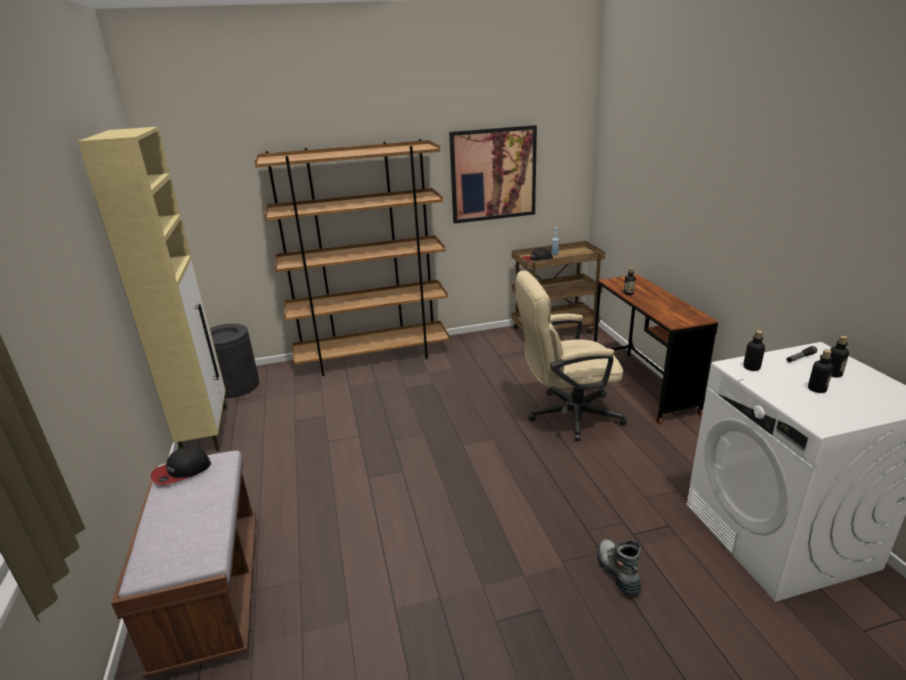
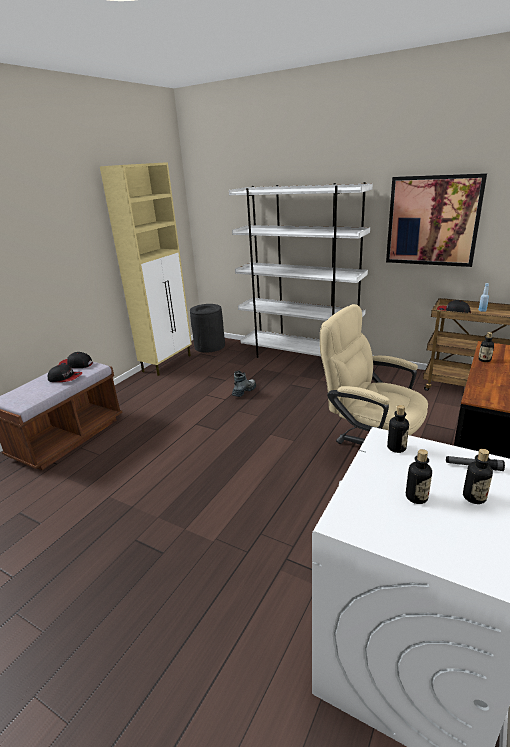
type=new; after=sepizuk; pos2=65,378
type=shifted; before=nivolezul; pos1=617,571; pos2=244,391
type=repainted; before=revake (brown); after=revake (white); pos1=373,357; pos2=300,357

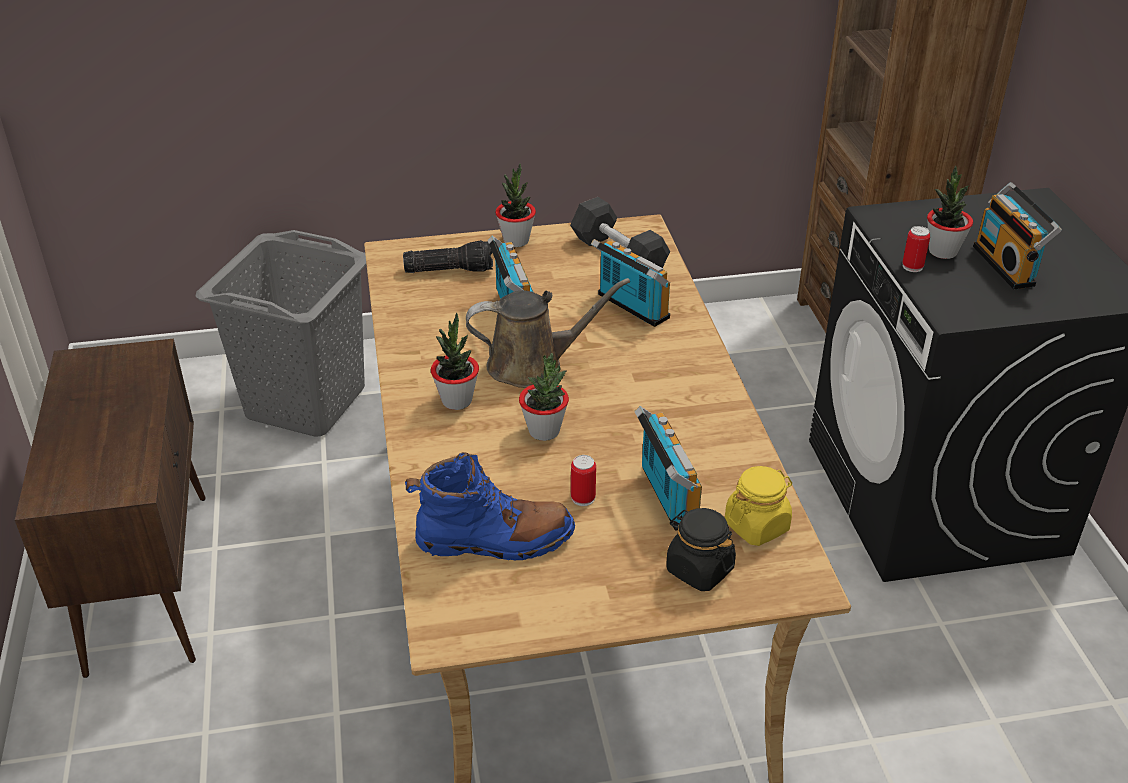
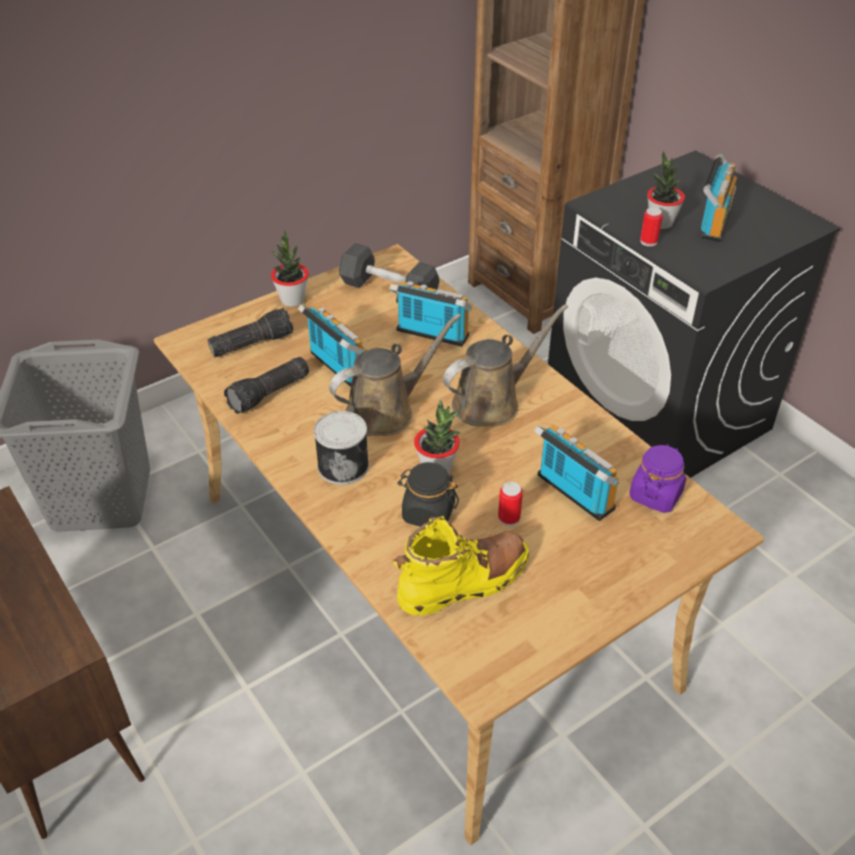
type=new; after=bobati; pos2=270,394
type=new; after=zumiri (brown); pos2=491,402
type=shifted; before=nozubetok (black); pos1=699,569; pos2=428,513
type=swapped; before=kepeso; after=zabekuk; pos1=457,400; pos2=343,465
type=repainted; before=nivolezul (blue); after=nivolezul (yellow); pos1=494,540; pos2=464,582
type=repainted; before=nozubetok (yellow); after=nozubetok (purple); pos1=757,526; pos2=655,495
type=rotated; before=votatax; pos1=1007,265; pos2=713,222; turn=-120

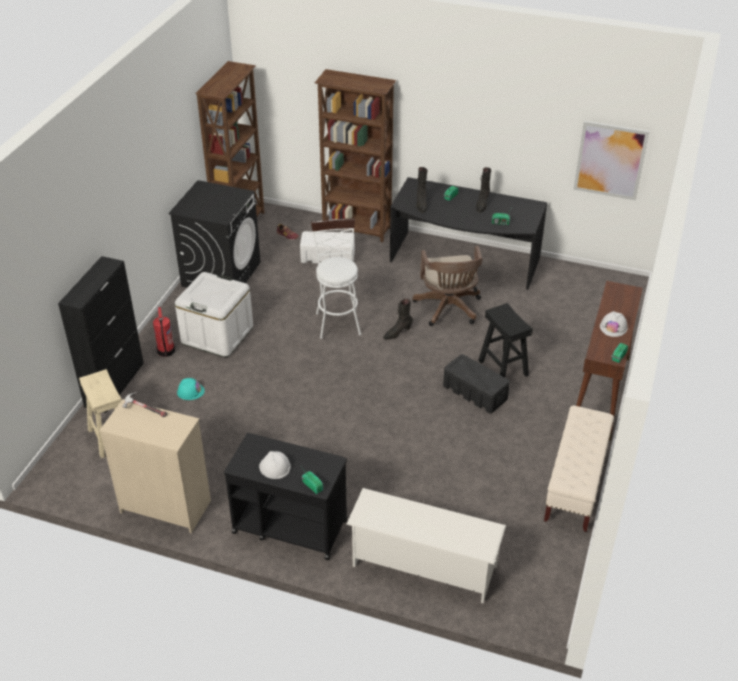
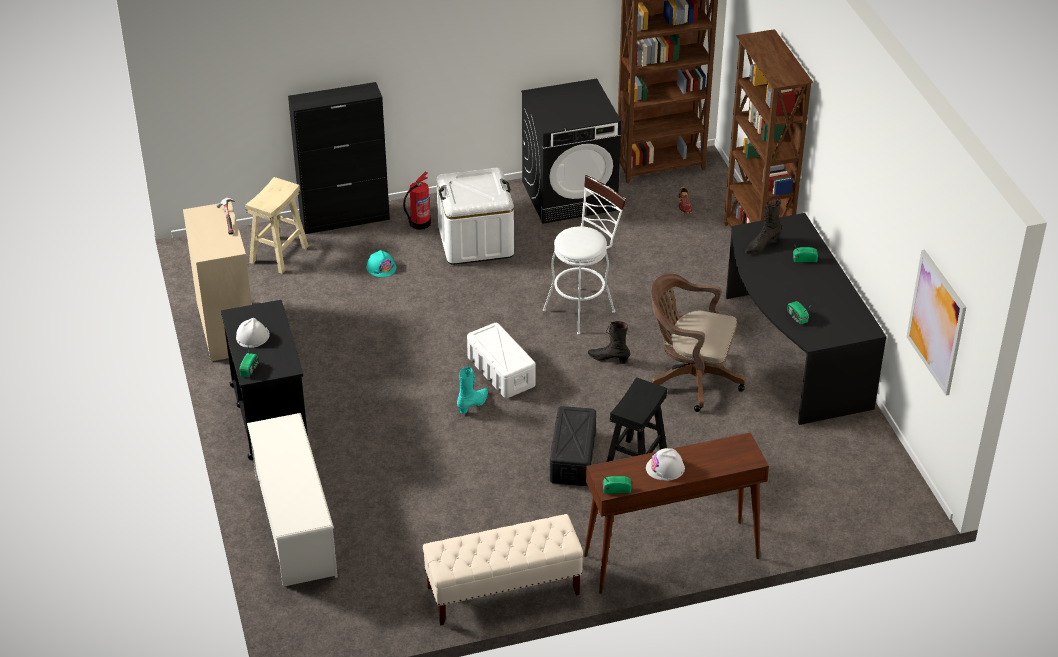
type=gone; before=nivolezul (black); pos1=482,204
type=new; after=nivolezul (turquoise); pos2=473,404
type=shifted; before=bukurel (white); pos1=328,256; pos2=501,372
type=rotated; before=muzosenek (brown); pos1=448,309; pos2=691,378; turn=60

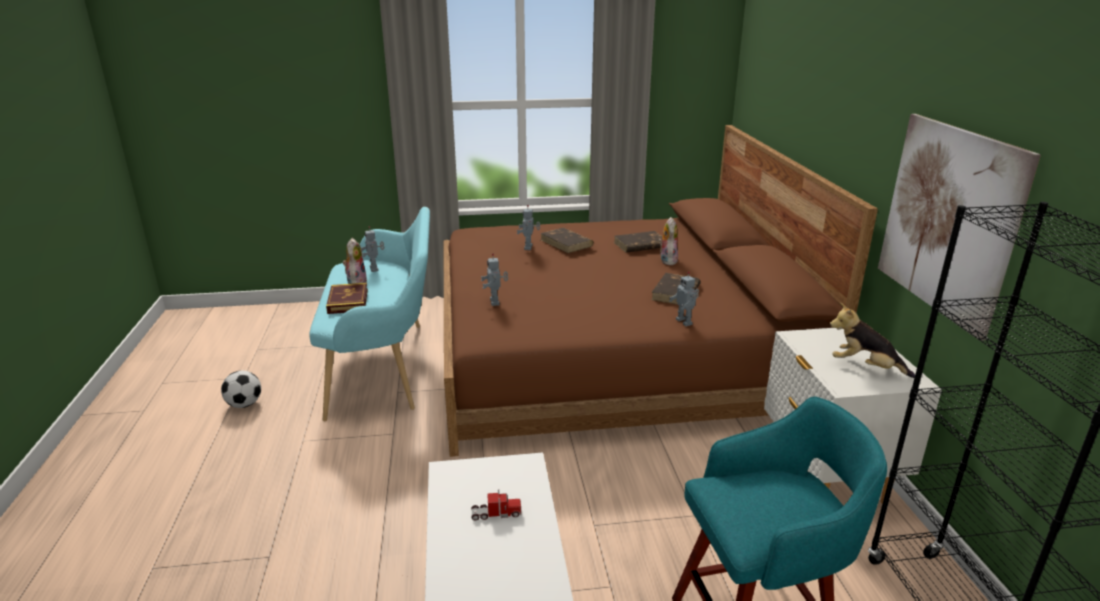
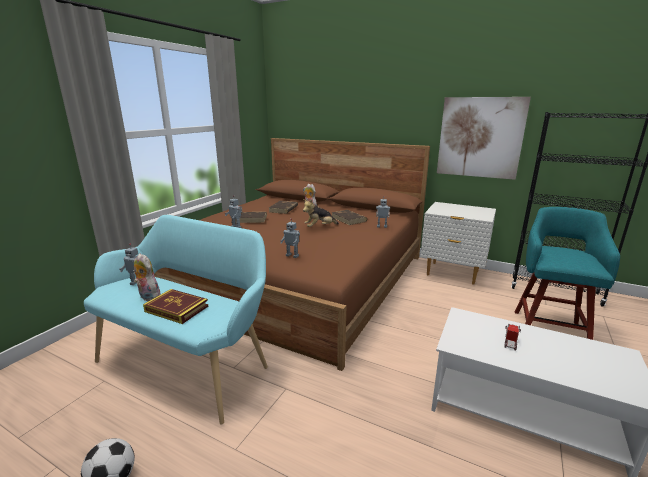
type=shifted; before=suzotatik; pos1=865,367; pos2=319,227

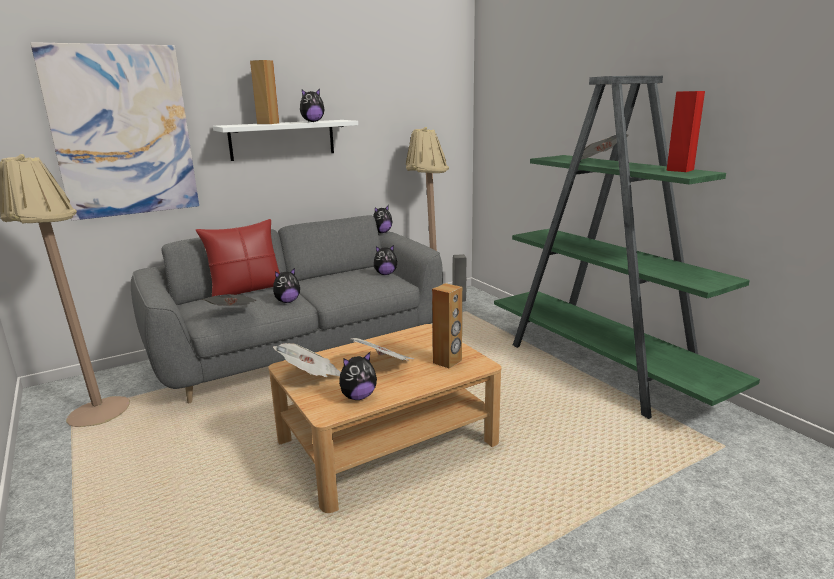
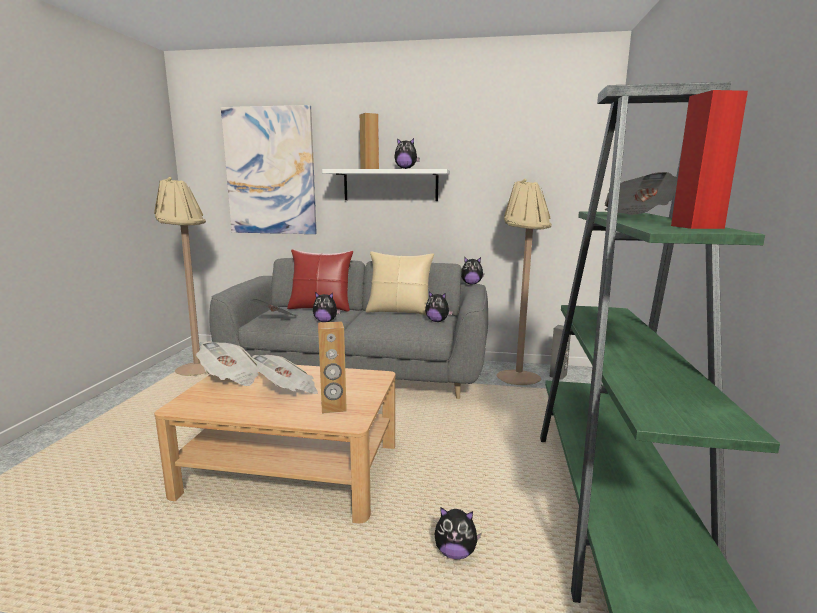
type=new; after=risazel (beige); pos2=399,311
type=shifted; before=suzotatik; pos1=358,397; pos2=455,552

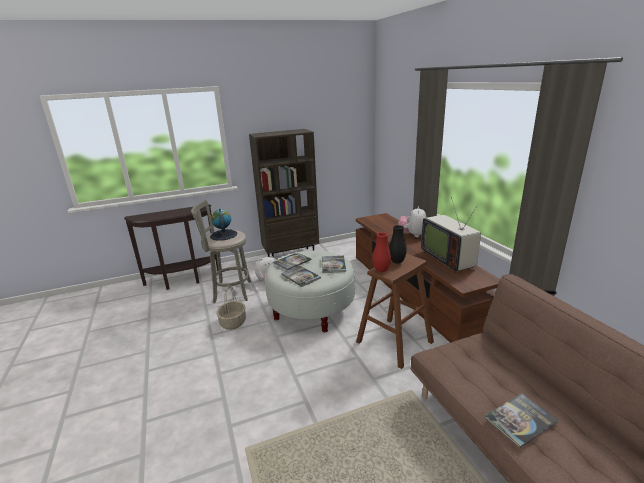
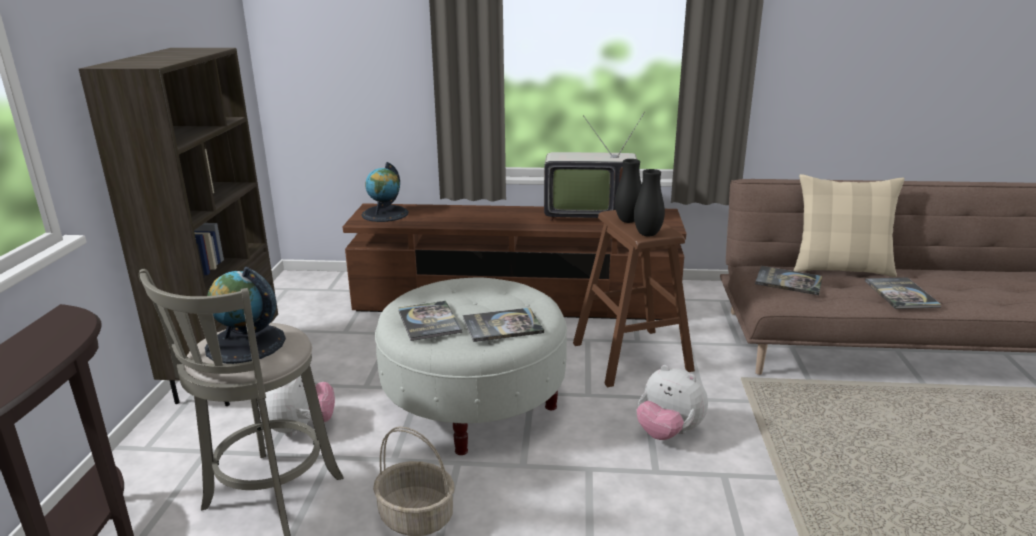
type=new; after=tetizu; pos2=385,214
type=new; after=risazel (beige); pos2=840,269
type=shifted; before=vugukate; pos1=333,264; pos2=788,281
type=shifted; before=suzotatik; pos1=412,235; pos2=668,432
type=repainted; before=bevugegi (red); after=bevugegi (black); pos1=381,270; pos2=647,234

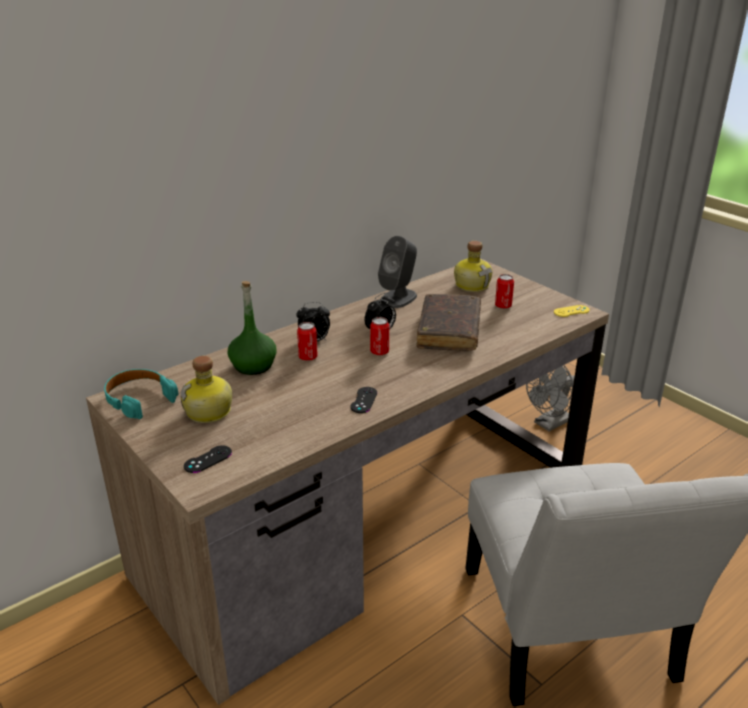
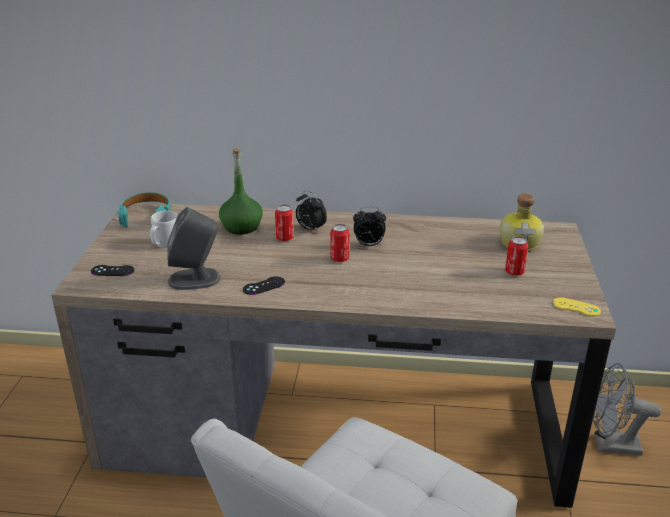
type=gone; before=vugukate (brown); pos1=449,331
type=shifted; before=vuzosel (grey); pos1=398,298; pos2=195,279
type=swapped; before=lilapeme; after=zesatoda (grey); pos1=210,412; pos2=165,243

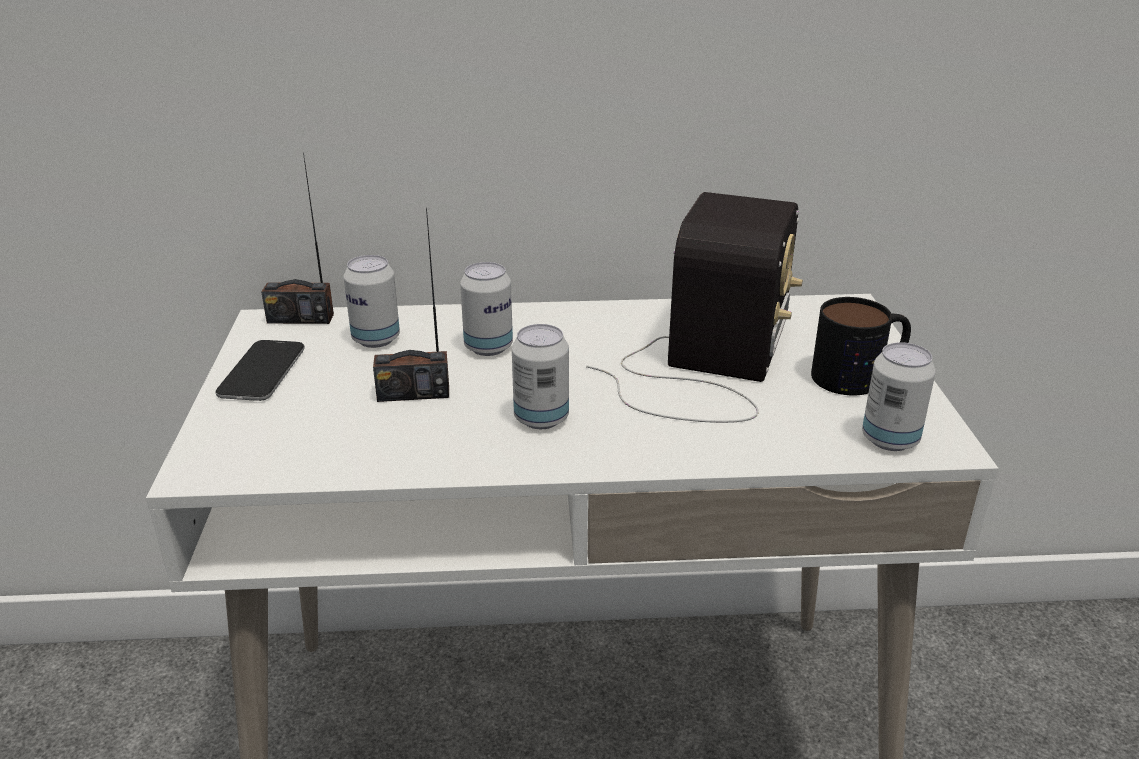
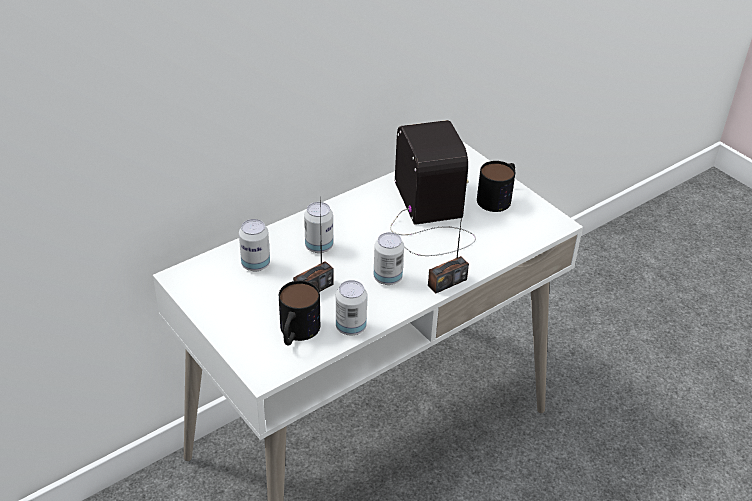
type=gone; before=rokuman; pos1=262,372
type=new; after=zesatoda; pos2=296,333
type=shifted; before=votatax; pos1=300,318; pos2=447,282
type=shifted; before=zabekuk; pos1=890,439; pos2=351,327

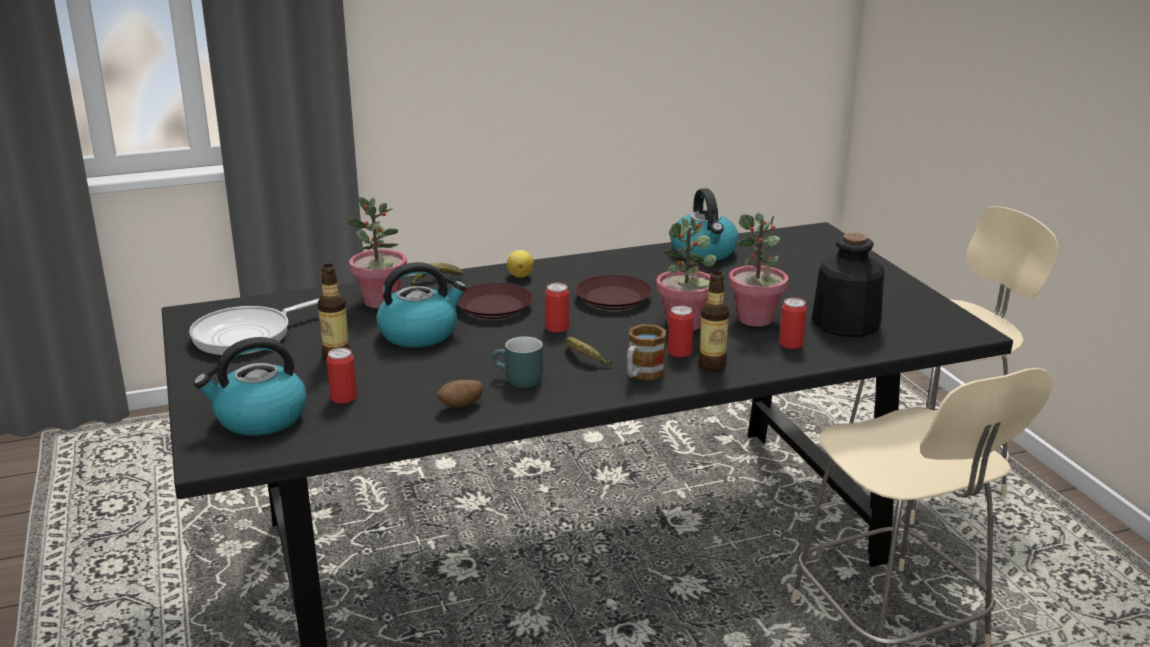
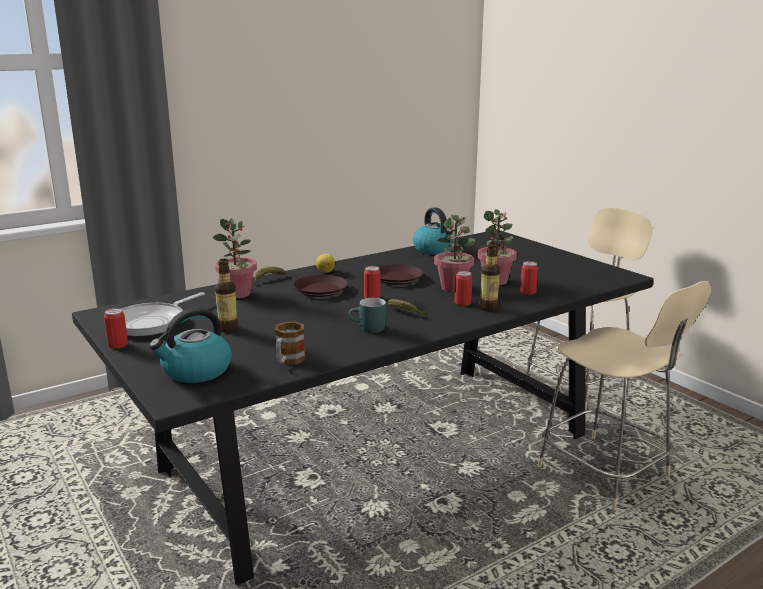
type=gone; before=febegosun; pos1=419,333
type=gone; before=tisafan; pos1=461,406
type=gone; before=lilapeme; pos1=845,323
type=shifted; before=zabekuk; pos1=343,398; pos2=118,345
type=shifted; before=zesatoda; pos1=642,374; pos2=288,361

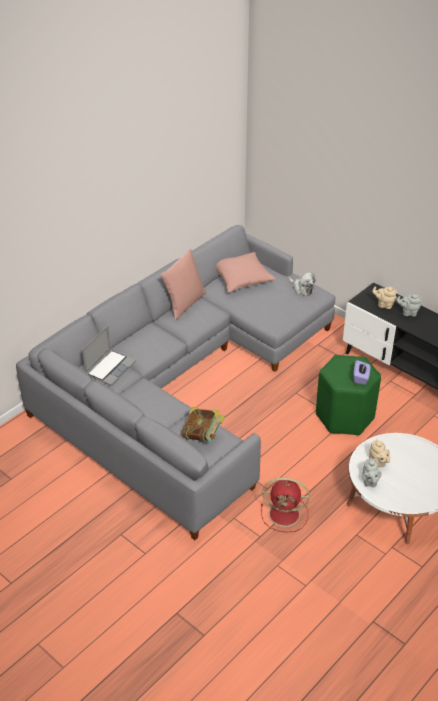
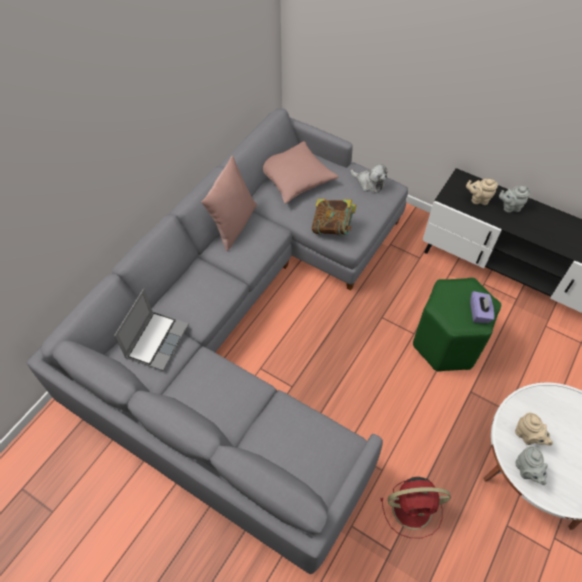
type=shifted; before=vugukate; pos1=203,436; pos2=332,228

